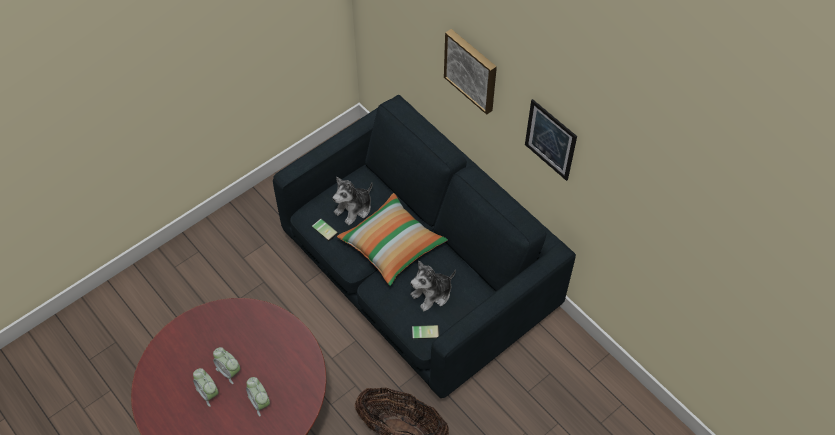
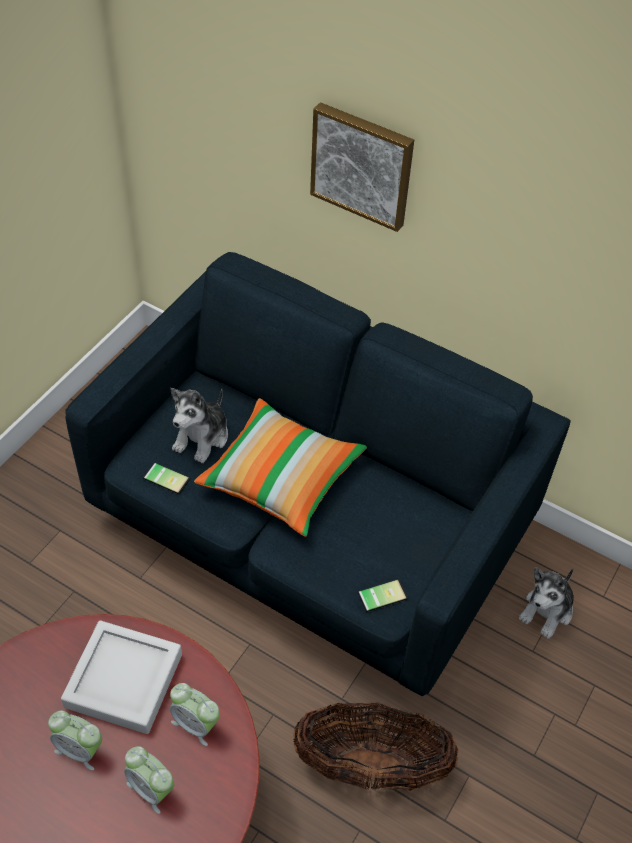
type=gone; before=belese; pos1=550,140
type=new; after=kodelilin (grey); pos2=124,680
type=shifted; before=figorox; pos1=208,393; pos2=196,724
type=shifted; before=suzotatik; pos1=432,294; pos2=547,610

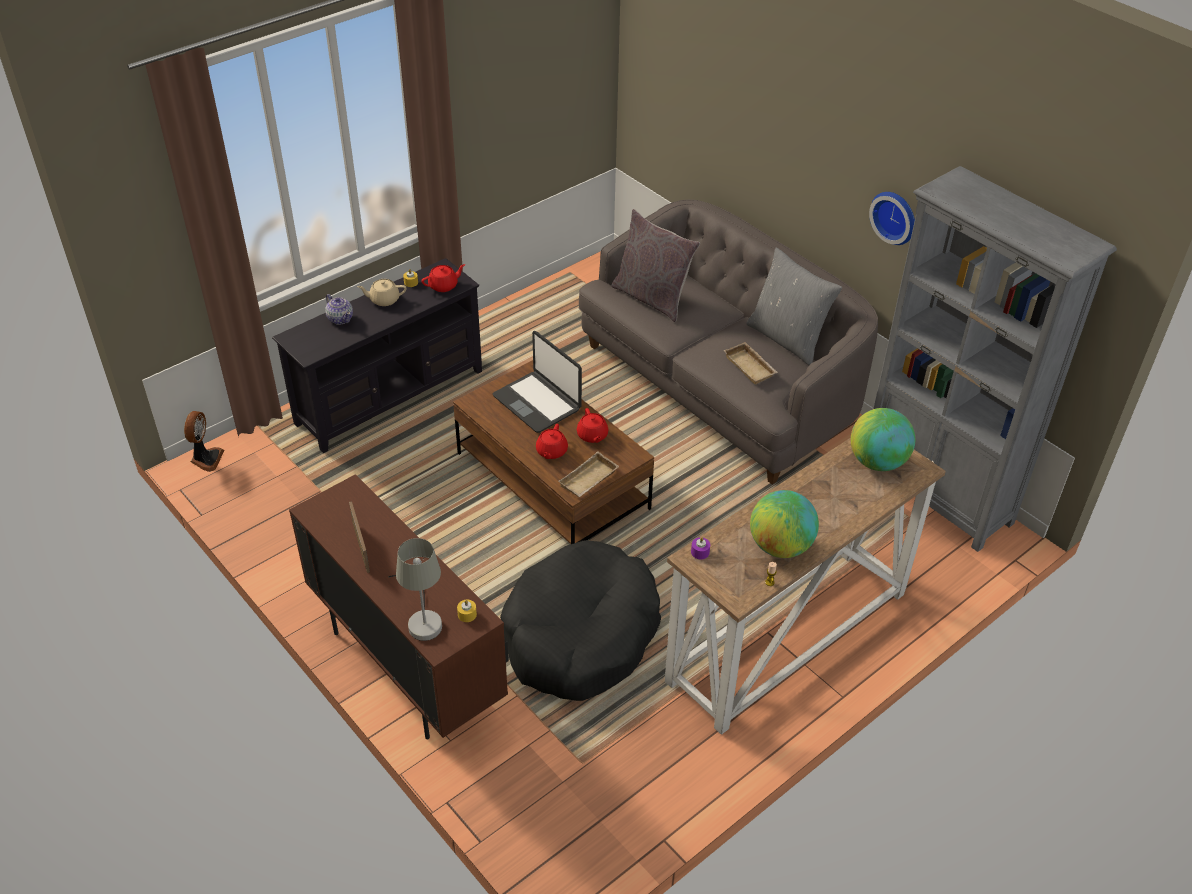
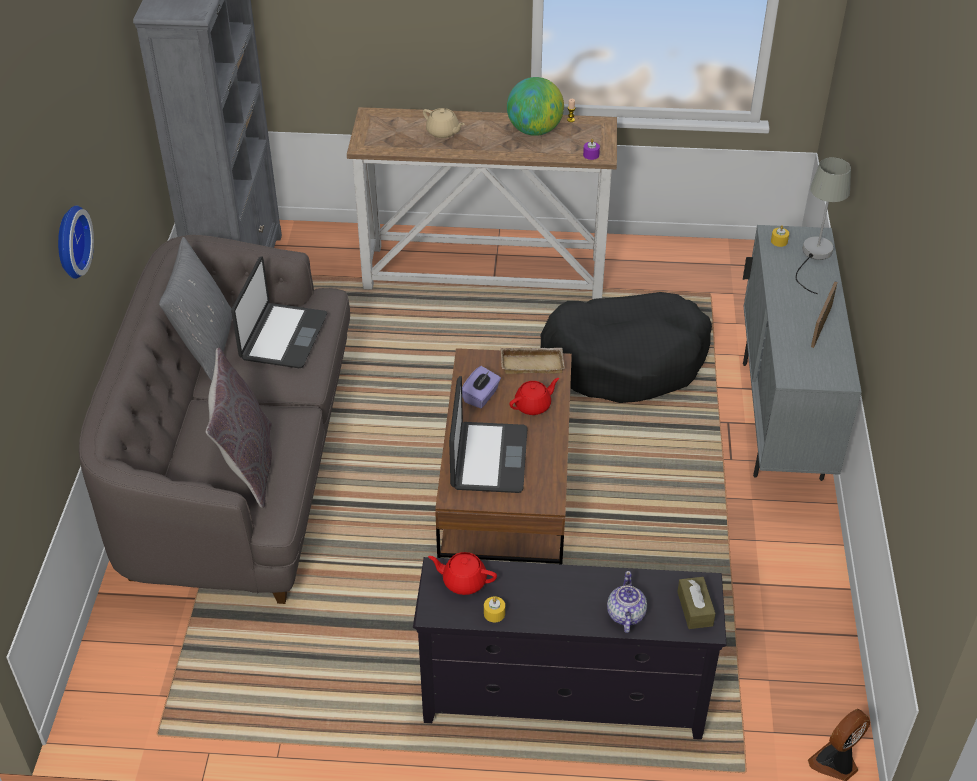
type=gone; before=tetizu; pos1=877,462
type=new; after=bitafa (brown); pos2=695,609
type=shifted; before=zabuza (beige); pos1=384,300; pos2=443,132
type=shifted; before=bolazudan; pos1=895,216; pos2=69,241
type=swapped; before=zabuza (red); after=bitafa (purple); pos1=592,435; pos2=481,396
type=swapped; before=kodelilin (beige); after=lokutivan; pos1=751,366; pos2=282,337
type=repainted; before=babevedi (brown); after=babevedi (grey); pos1=407,667; pos2=781,420

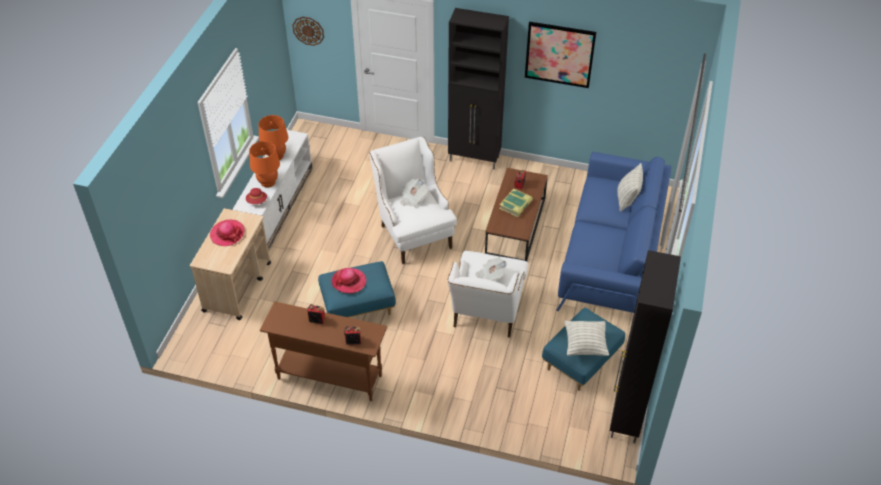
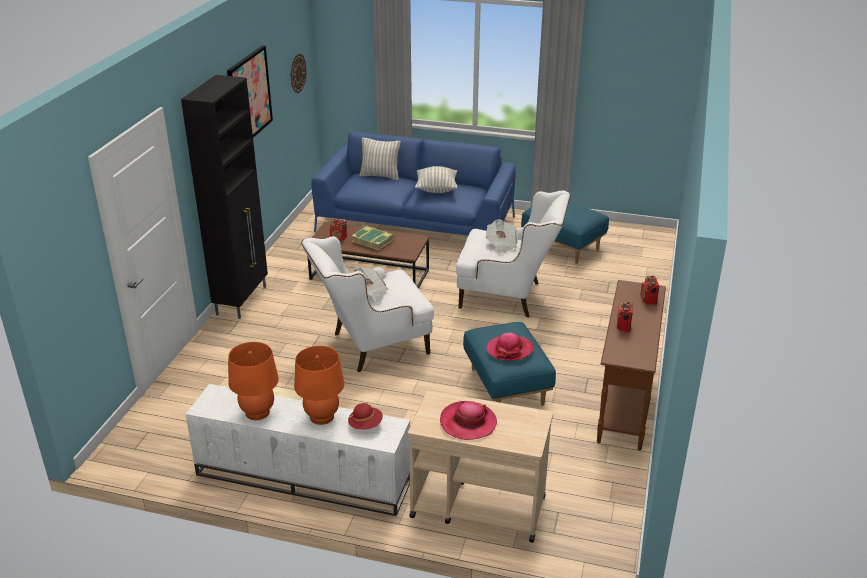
type=gone; before=babevedi (black); pos1=626,417
type=shifted; before=bolazudan; pos1=308,30; pos2=297,73
type=shifted; before=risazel; pos1=585,345; pos2=436,189

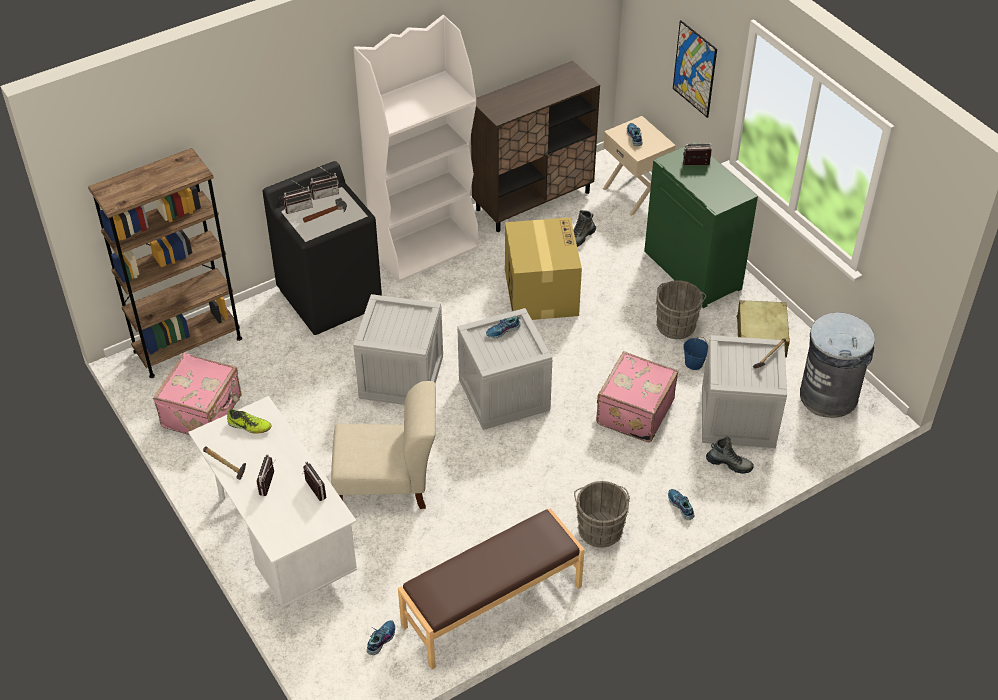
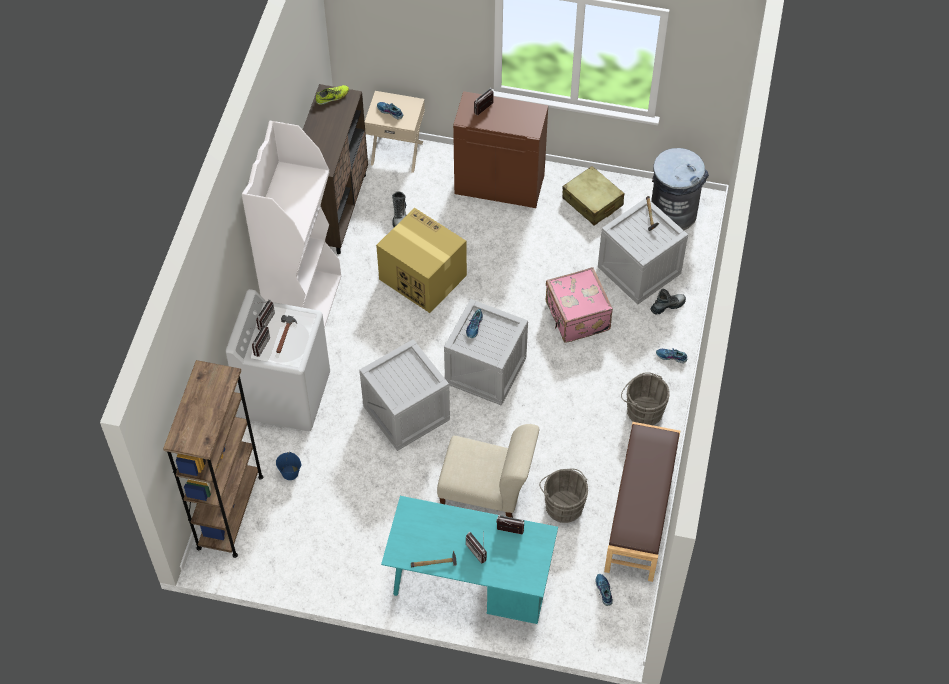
type=gone; before=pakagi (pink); pos1=203,412
type=gone; before=belese; pos1=694,69
type=shifted; before=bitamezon; pos1=249,426; pos2=332,97
type=shifted; before=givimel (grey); pos1=676,324; pos2=563,504
type=shifted; before=givimel (blue); pos1=694,363; pos2=290,473
type=repainted; before=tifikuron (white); after=tifikuron (turquoise); pos1=281,541; pos2=470,586
type=repainted; before=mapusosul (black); after=mapusosul (white); pos1=330,297; pos2=285,395
type=repainted; before=babevedi (green); after=babevedi (brown); pos1=693,270; pos2=500,184
type=rotated; before=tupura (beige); pos1=387,483; pos2=487,491; turn=60

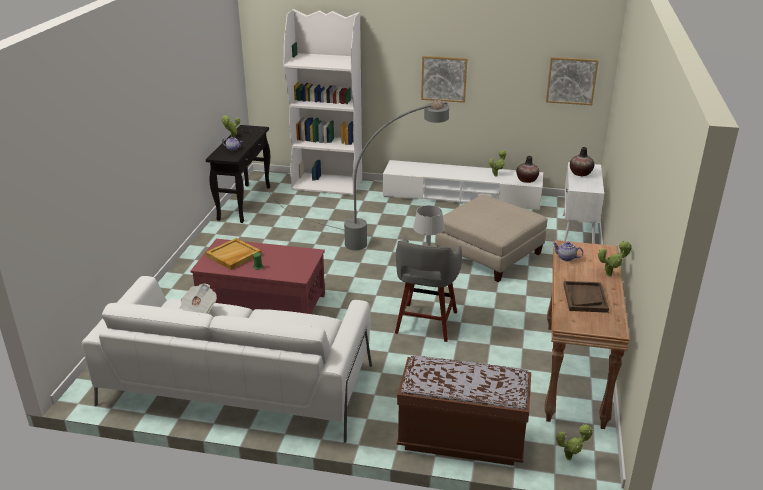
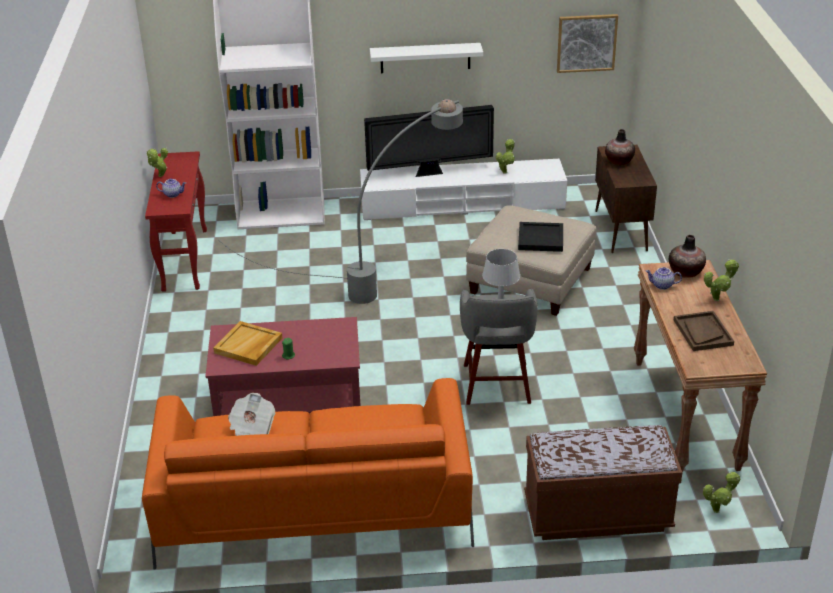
type=new; after=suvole; pos2=430,173
type=new; after=kodelilin (black); pos2=541,238
type=shifted; before=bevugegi; pos1=526,180; pos2=685,272
type=swapped; before=belese; after=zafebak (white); pos1=444,78; pos2=425,58
type=repainted; before=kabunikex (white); after=kabunikex (orange); pos1=238,384; pos2=314,506
type=repainted; before=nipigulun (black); after=nipigulun (red); pos1=244,203; pos2=184,259
type=repainted; before=babevedi (white); after=babevedi (brown); pos1=577,231; pos2=621,231

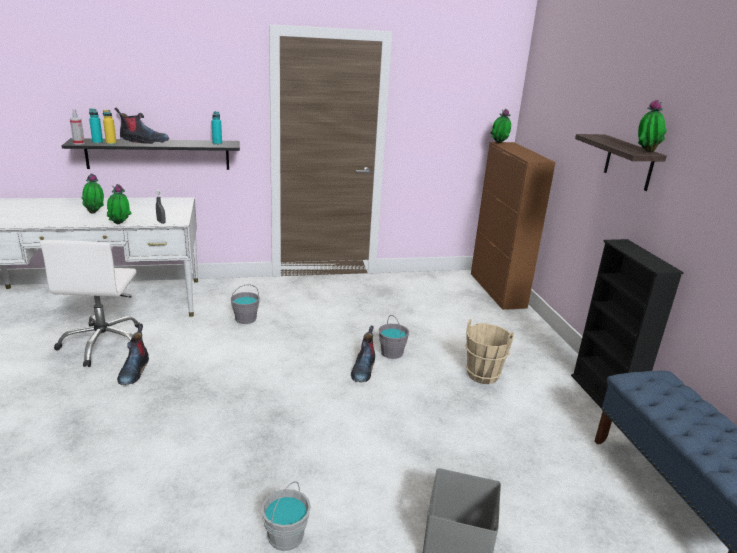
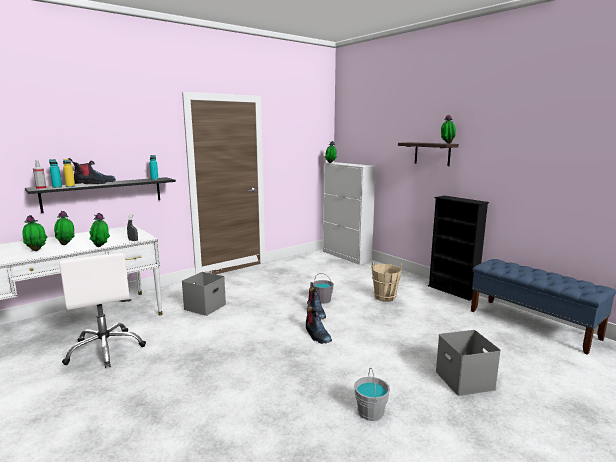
type=new; after=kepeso; pos2=37,250
type=shifted; before=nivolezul; pos1=134,371; pos2=317,335
type=swapped; before=givimel (grey); after=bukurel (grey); pos1=245,319; pos2=205,306
type=repainted; before=babevedi (brown); after=babevedi (white); pos1=497,290; pos2=346,256

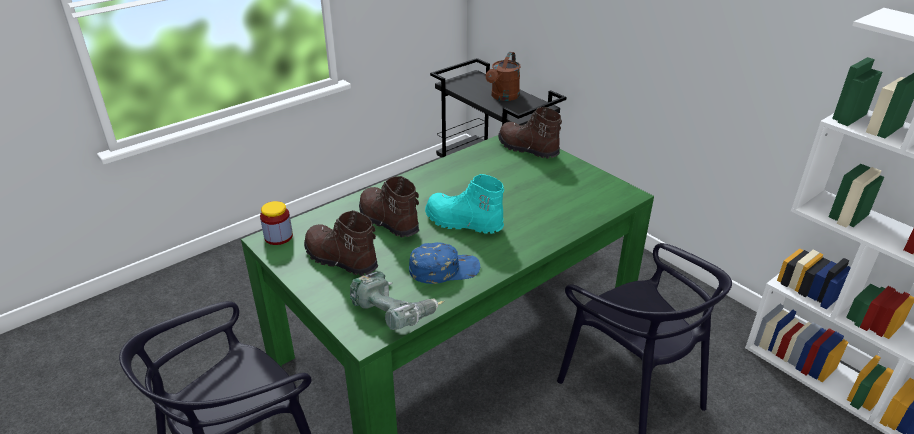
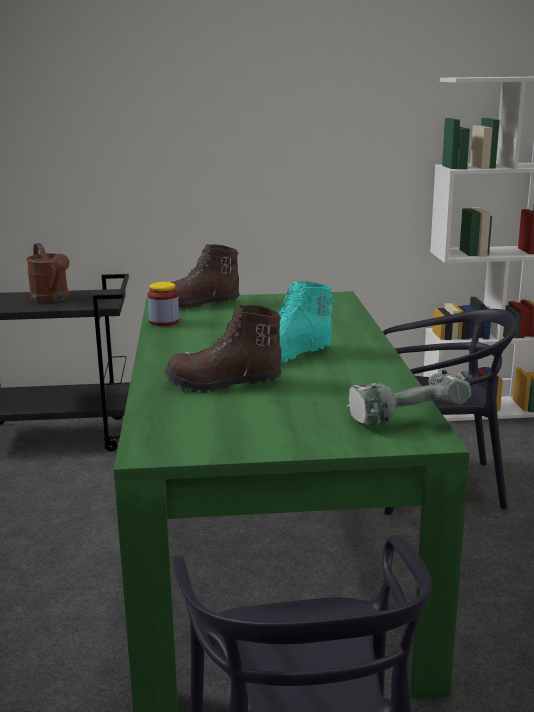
type=gone; before=nivolezul (brown); pos1=340,260
type=gone; before=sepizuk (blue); pos1=444,269
type=shifted; before=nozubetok; pos1=278,237; pos2=164,322

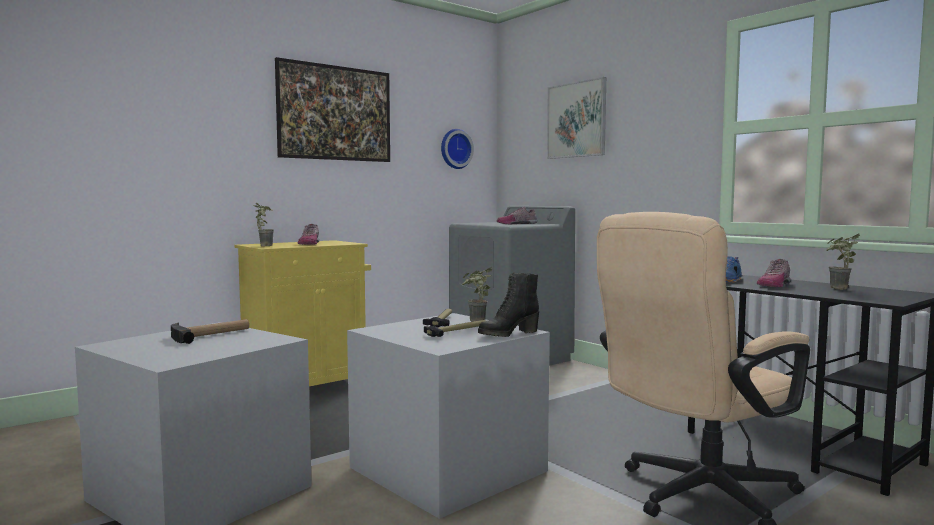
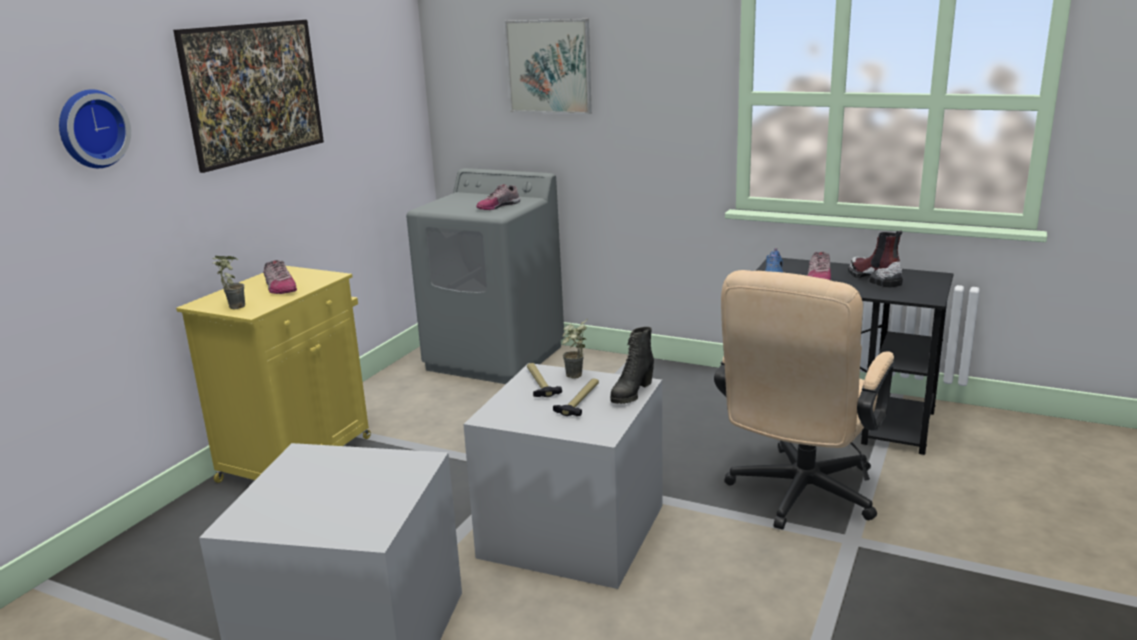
type=gone; before=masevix; pos1=211,335
type=shifted; before=bolazudan; pos1=455,149; pos2=90,129
type=swapped; before=kepeso; after=nivolezul; pos1=838,289; pos2=873,278

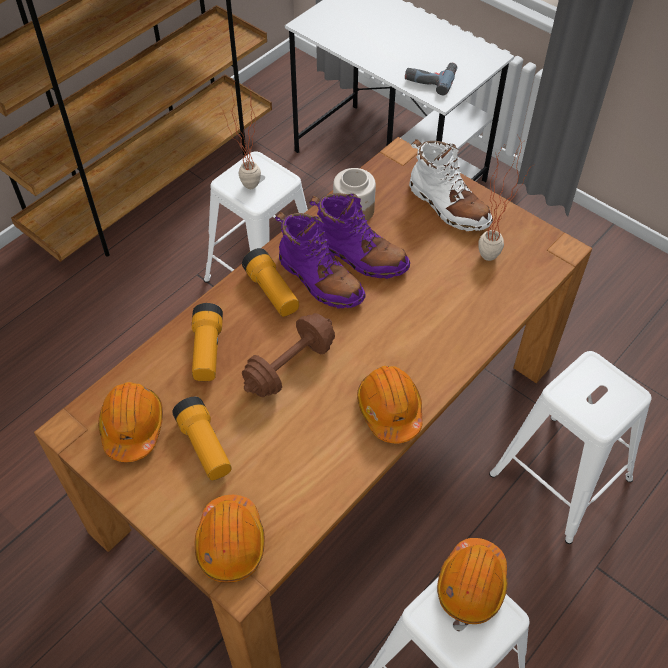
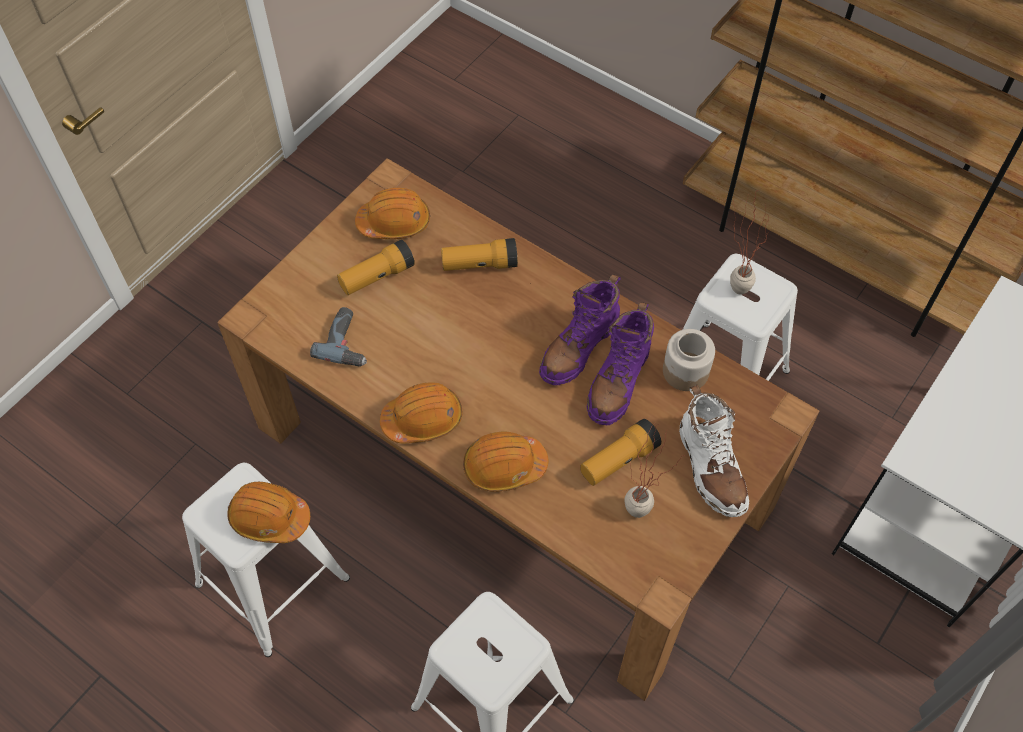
type=gone; before=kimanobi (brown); pos1=290,366
type=shifted; before=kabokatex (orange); pos1=230,543; pos2=504,466
type=shifted; before=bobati; pos1=272,292; pos2=618,460
type=shifted; before=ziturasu; pos1=430,78; pos2=347,342
type=rotated; before=nivolezul (white); pos1=448,206; pos2=710,467; turn=-60

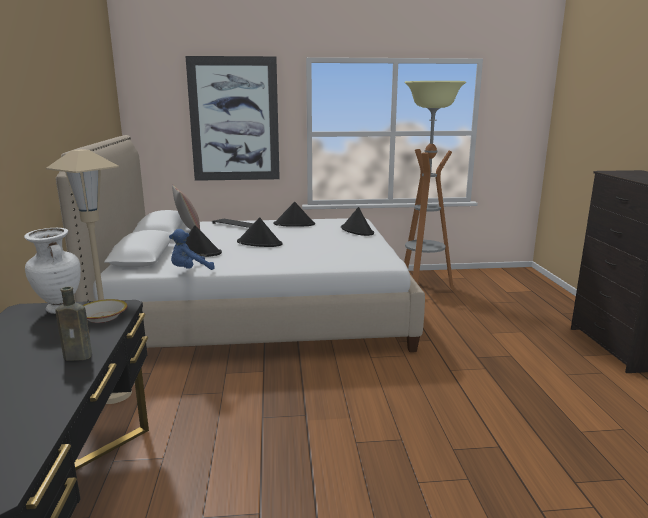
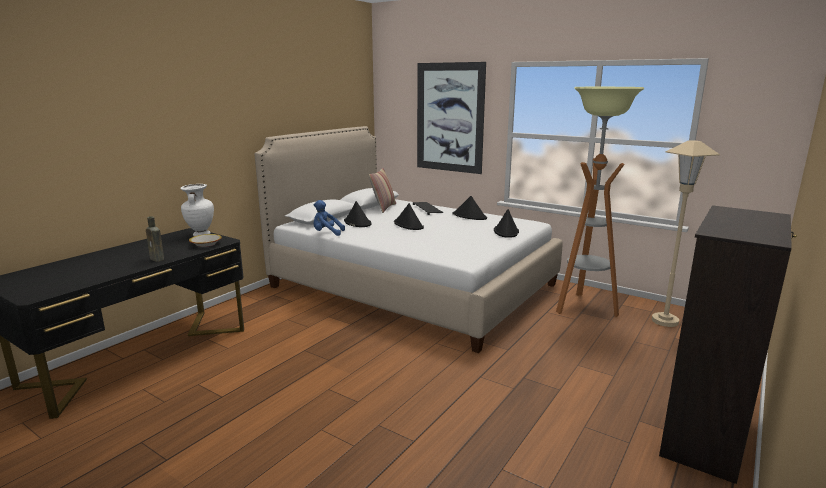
type=shifted; before=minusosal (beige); pos1=114,394; pos2=665,321

